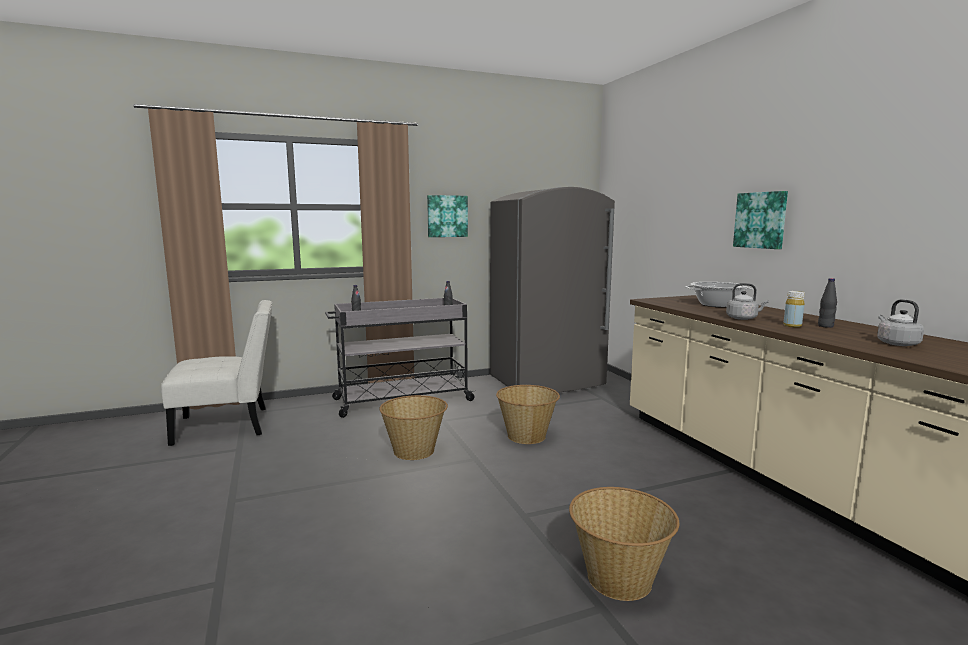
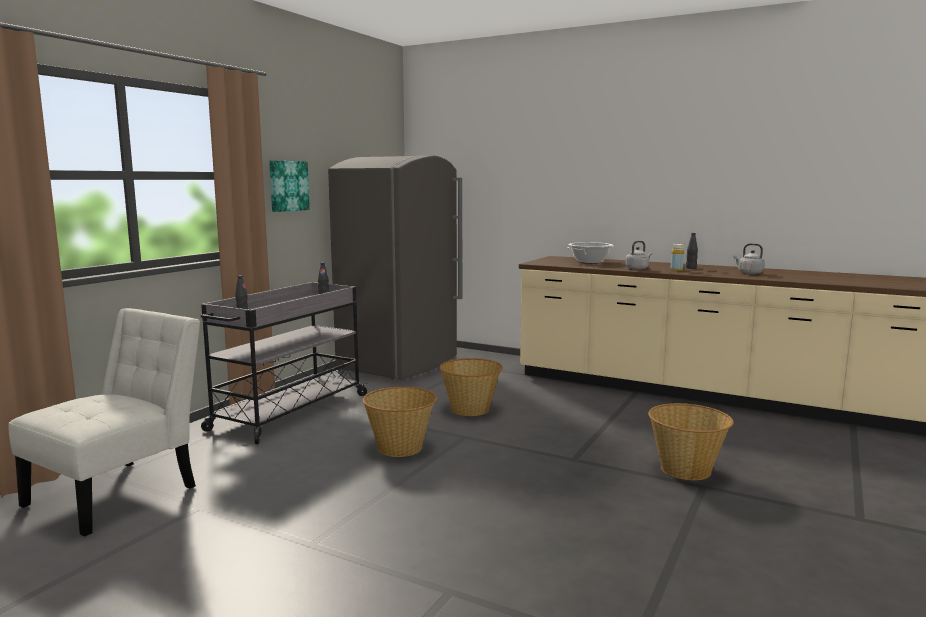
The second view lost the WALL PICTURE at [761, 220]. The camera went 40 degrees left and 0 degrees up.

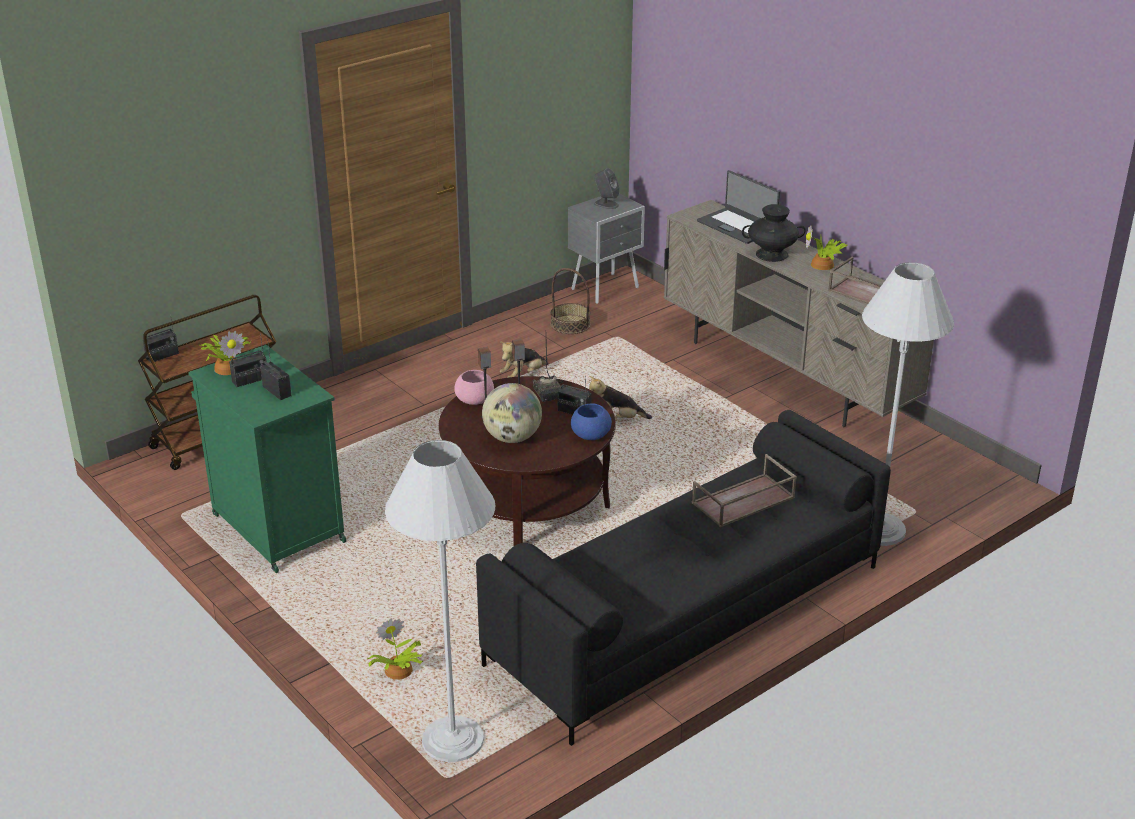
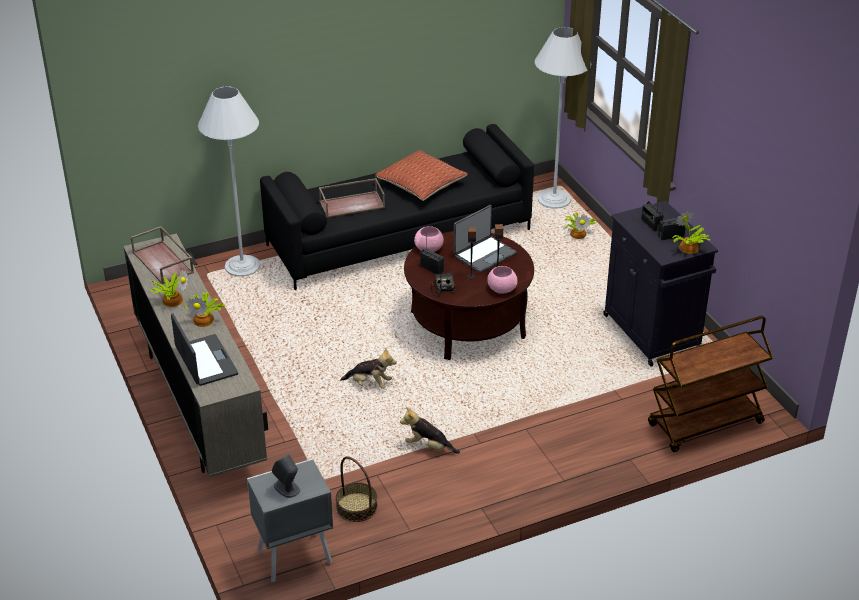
The second view lost the RADIO SET at [162, 356]. The second view gained the CUSHION at [421, 184]. Where the WORLD GLOBE stood at [512, 438], the LAPTOP came to stand at [484, 255]. Where the BLACK VASE stood at [771, 254], the HOUSEPLANT came to stand at [204, 319]. What was the GREEN-COLOURED CABINET at [276, 527] turned into the BLACK CABINET at [652, 334]. What was the BLUE-COLOURED SERVING BOWL at [590, 435] turned into the PINKISH SERVING BOWL at [429, 248]. The PLUSH TOY at [523, 375] ended up facing another way, 135 degrees counterclockwise from before. The camera went 165 degrees left and 5 degrees up.

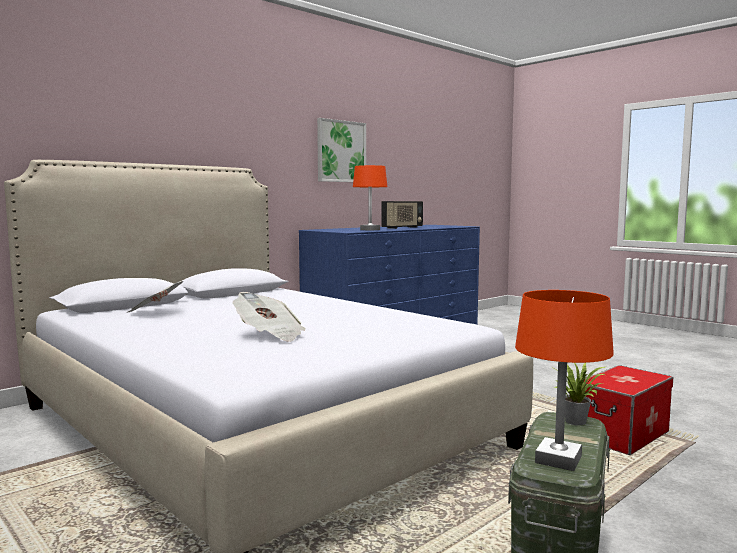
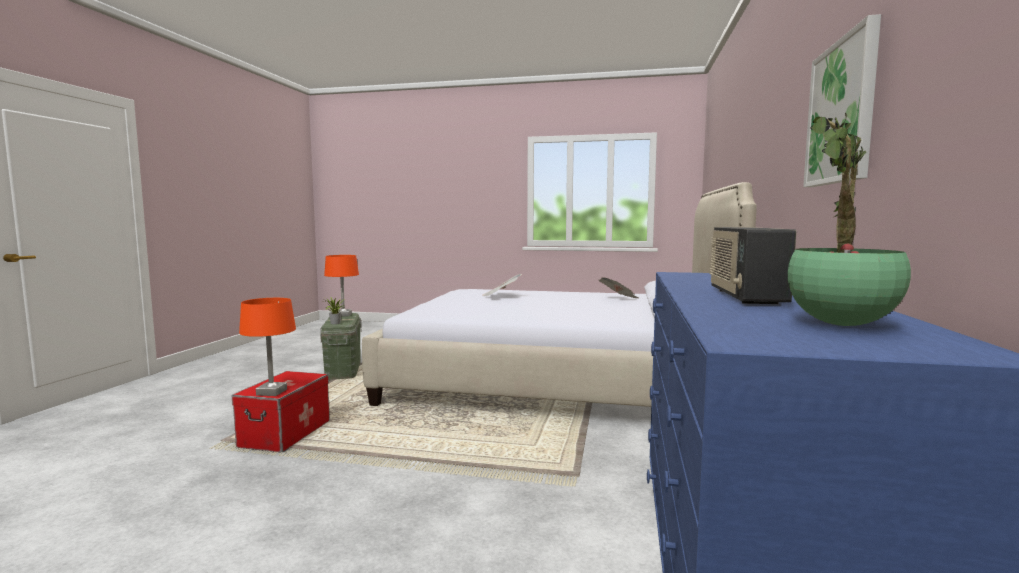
The second view gained the HOUSEPLANT at [841, 325]. The ORANGEY TABLETOP LAMP ended up elsewhere, having gone from [370, 230] to [271, 392]. The camera went 145 degrees right and 0 degrees up.

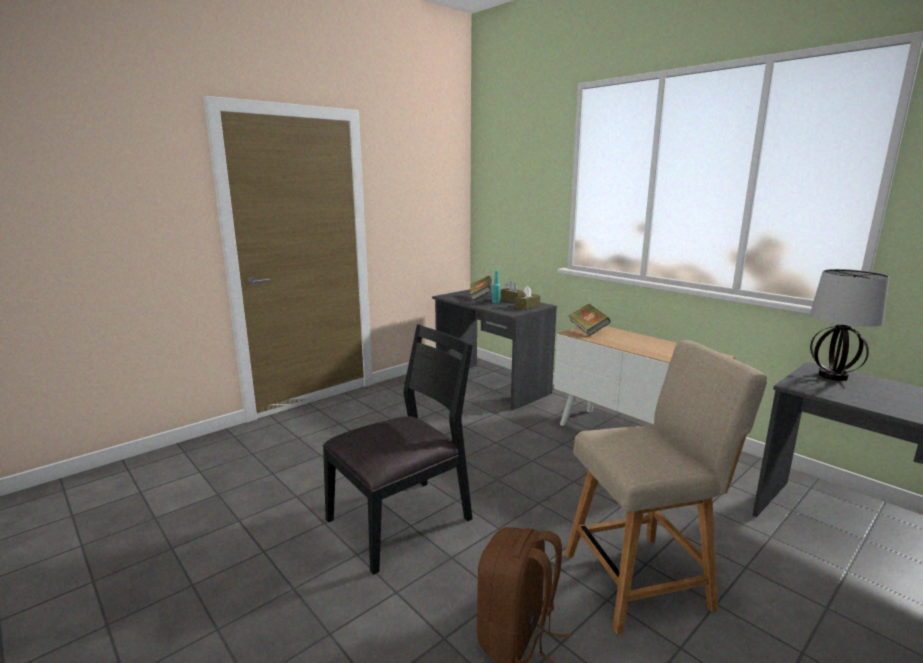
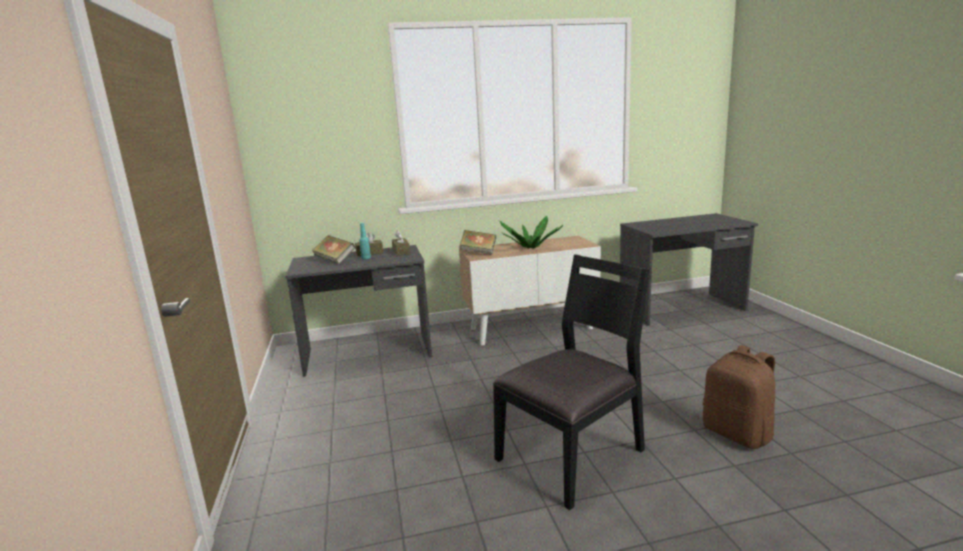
The second view lost the SAND-COLOURED CHAIR at [643, 579]. The second view lost the TABLETOP LAMP at [833, 376]. The second view gained the HOUSEPLANT at [531, 247]. The BLACK CHAIR at [401, 520] ended up facing another way, 60 degrees clockwise from before. The camera went 60 degrees left and 0 degrees up.

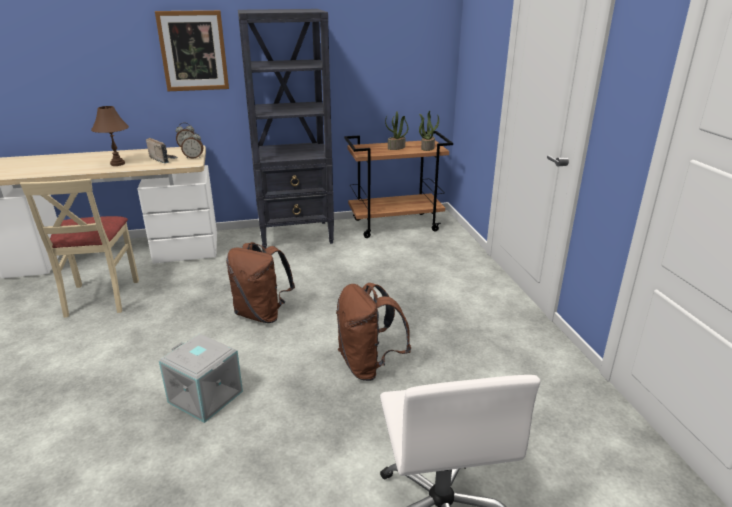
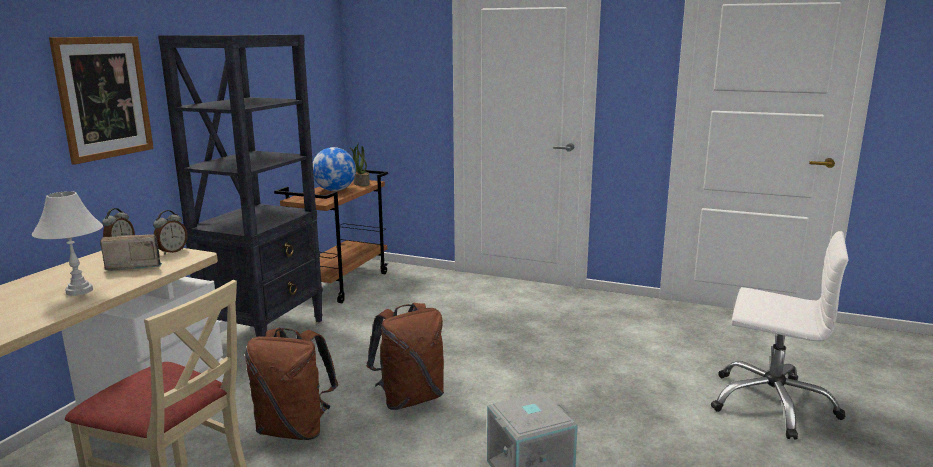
The BROWNISH KNAPSACK ended up elsewhere, having gone from [368, 365] to [295, 429]. Where the HOUSEPLANT stood at [396, 148], the WORLD GLOBE came to stand at [335, 190]. What was the BROWNISH TABLETOP LAMP at [118, 164] turned into the WHITE-COLOURED TABLETOP LAMP at [80, 291]. The camera went 55 degrees left and 10 degrees down.

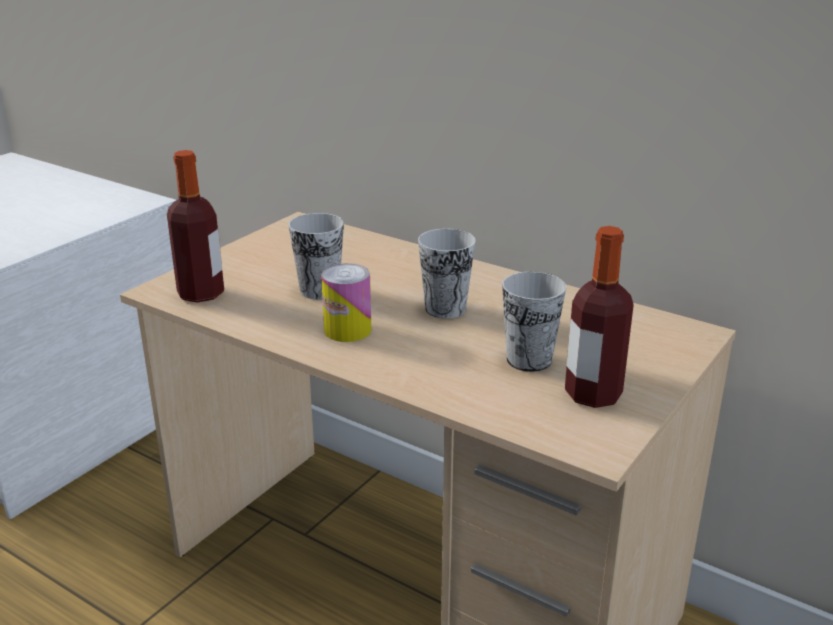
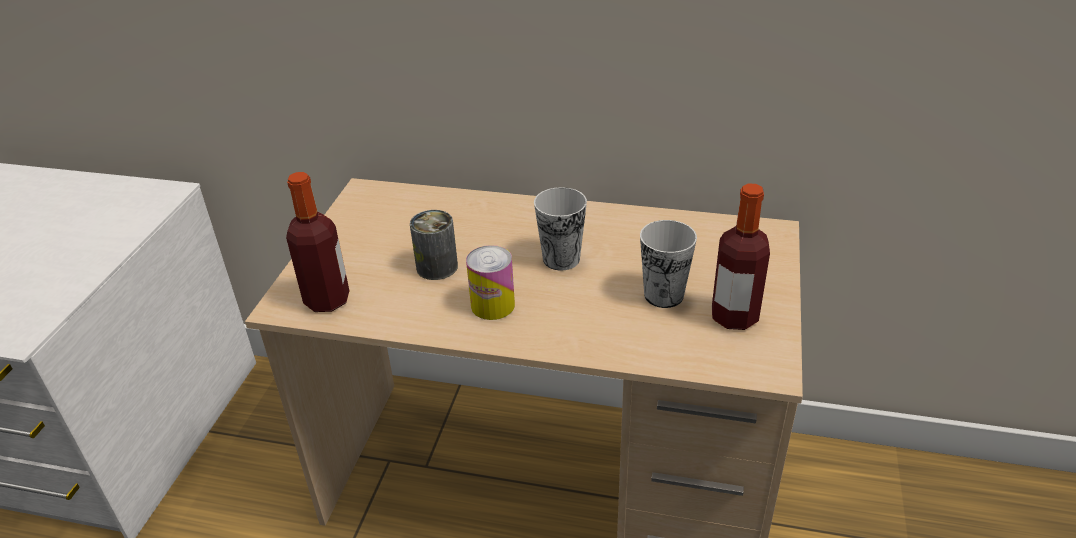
Where the CUP stood at [319, 290], the SEALED CAN came to stand at [437, 267]. The camera went 20 degrees left and 10 degrees up.

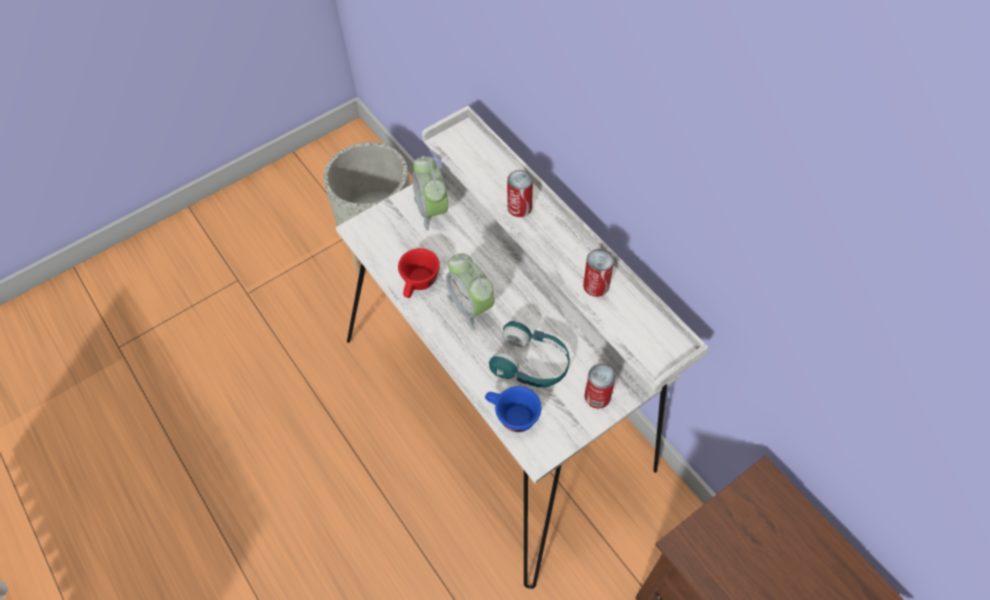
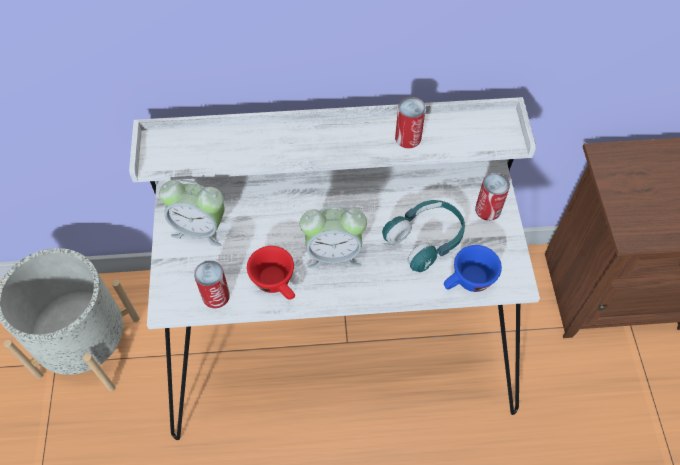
The SEALED CAN ended up elsewhere, having gone from [519, 207] to [216, 296]. The camera went 60 degrees left and 0 degrees up.

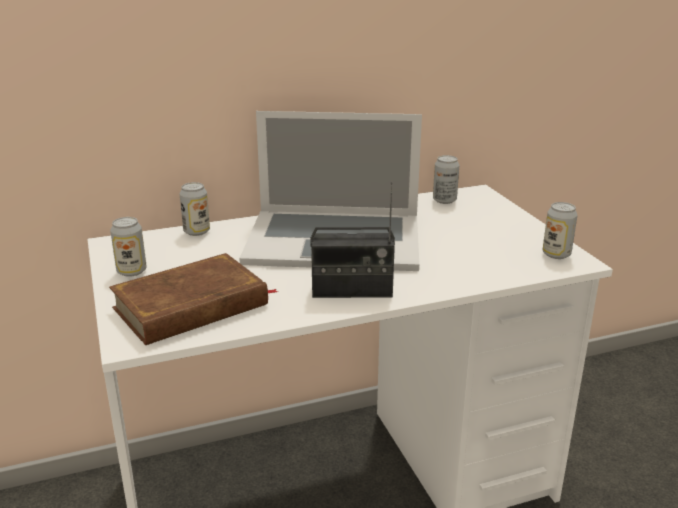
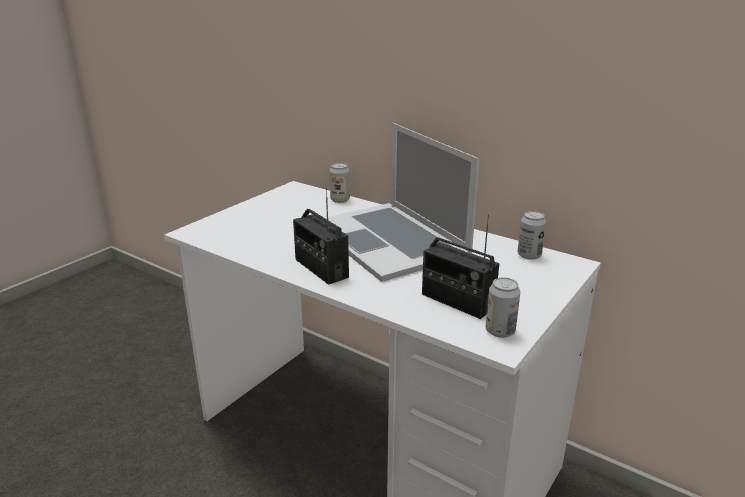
The second view lost the BROWNISH VOLUME at [192, 307]. The second view lost the SEALED CAN at [132, 271]. The second view gained the RADIO SET at [457, 301]. The camera went 55 degrees right and 0 degrees up.

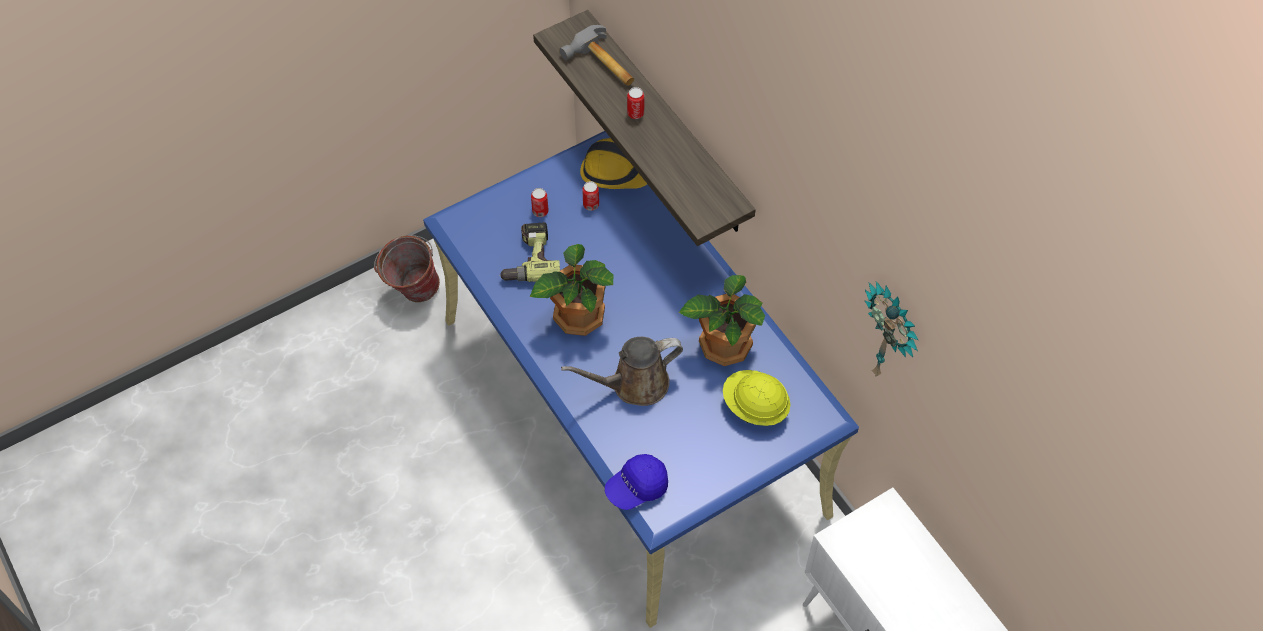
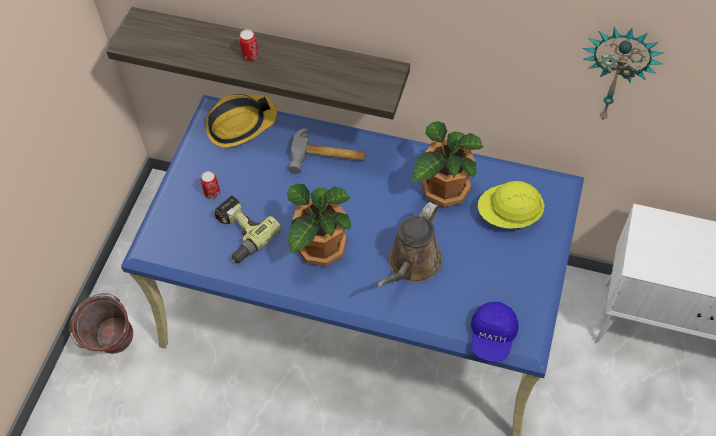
The second view lost the SEALED CAN at [591, 205]. The HAMMER ended up elsewhere, having gone from [602, 65] to [327, 159]. The camera went 40 degrees left and 0 degrees up.

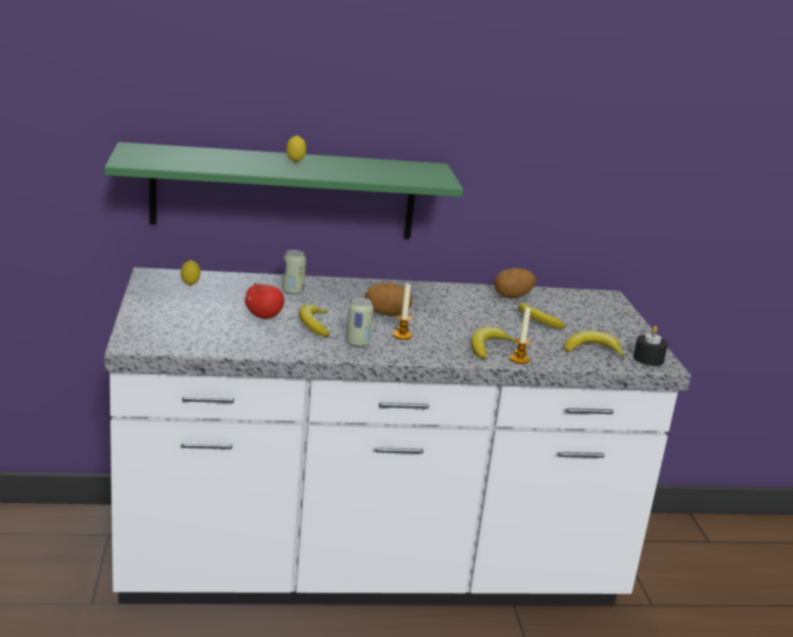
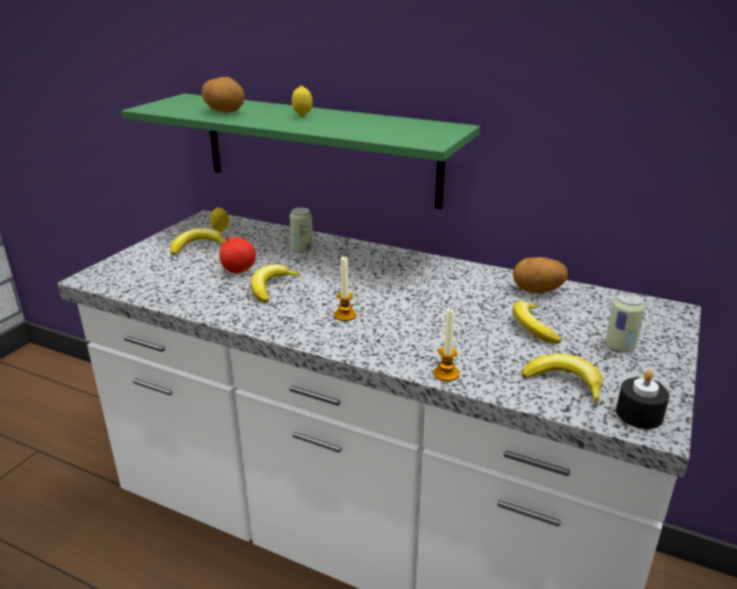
The SEALED CAN ended up elsewhere, having gone from [357, 343] to [620, 346]. The SPUD ended up elsewhere, having gone from [387, 314] to [225, 112]. The BANANA FRUIT ended up elsewhere, having gone from [488, 348] to [198, 247]. The camera went 35 degrees right and 5 degrees up.

